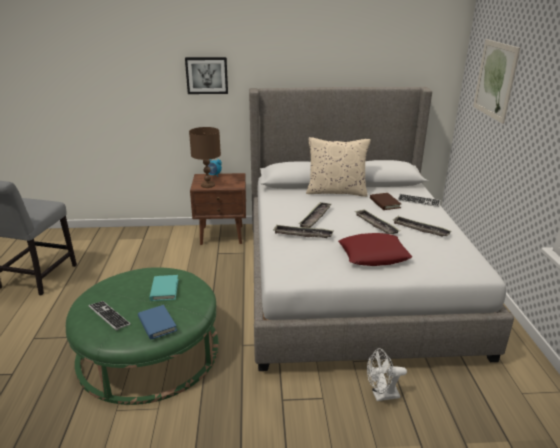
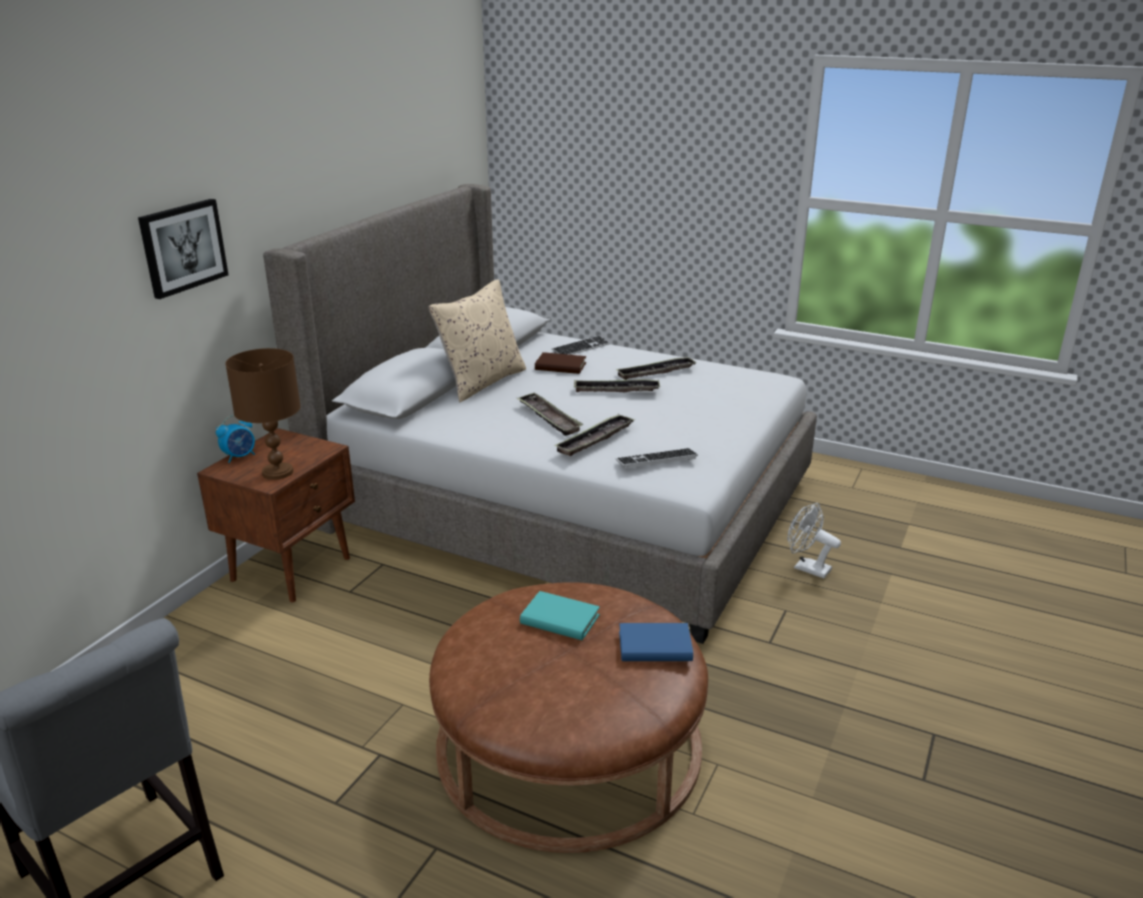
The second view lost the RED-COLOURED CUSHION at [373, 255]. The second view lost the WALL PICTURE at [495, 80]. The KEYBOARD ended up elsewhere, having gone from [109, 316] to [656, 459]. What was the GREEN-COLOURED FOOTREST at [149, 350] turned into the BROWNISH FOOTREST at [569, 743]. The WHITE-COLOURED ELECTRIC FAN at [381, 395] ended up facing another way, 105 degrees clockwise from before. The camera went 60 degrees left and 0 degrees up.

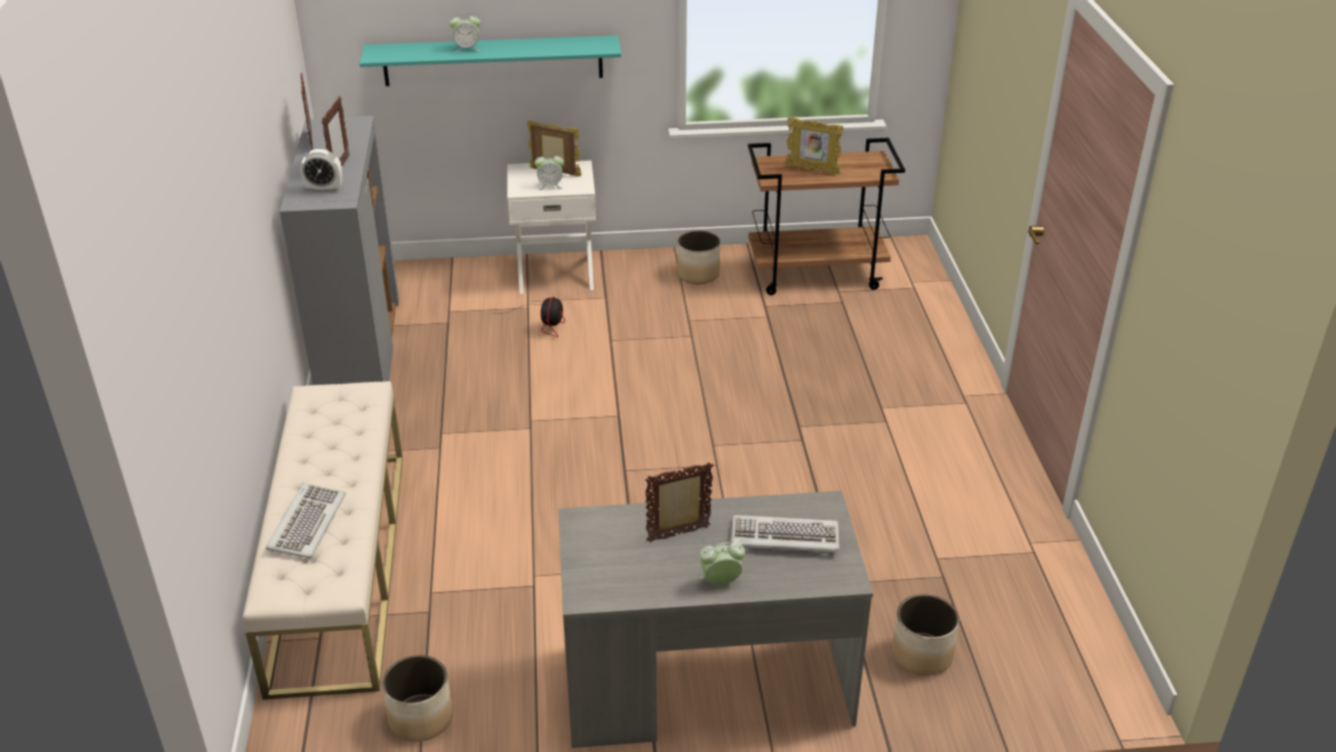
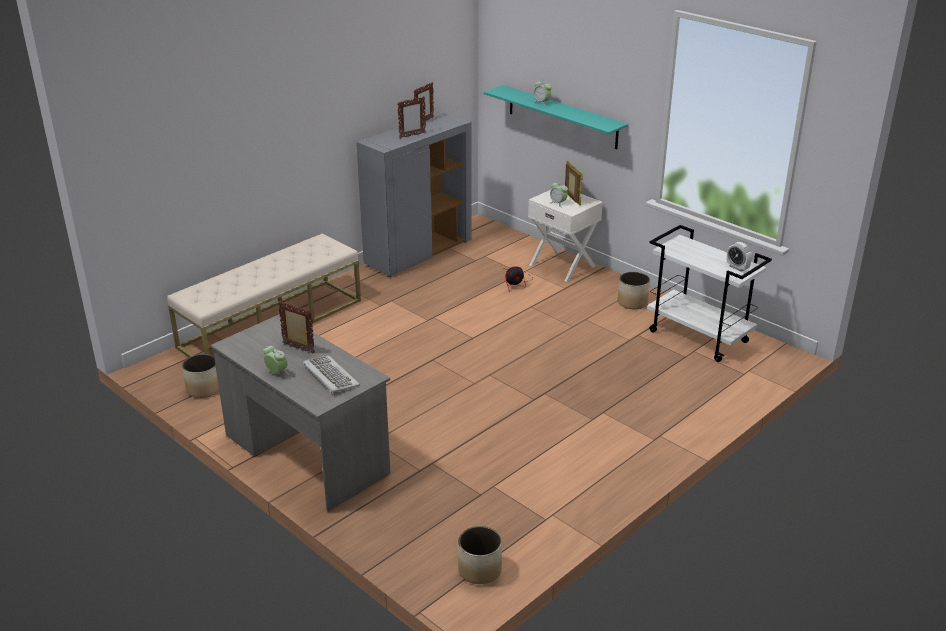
The second view lost the KEYBOARD at [306, 523]. The second view lost the PICTURE FRAME at [812, 170]. The ALARM CLOCK ended up elsewhere, having gone from [324, 189] to [737, 267]. The PLANT POT ended up elsewhere, having gone from [922, 655] to [479, 570]. What was the BROWNISH WHEELED CART at [817, 274] turned into the WHITE-COLOURED WHEELED CART at [699, 337]. The camera went 50 degrees right and 5 degrees down.

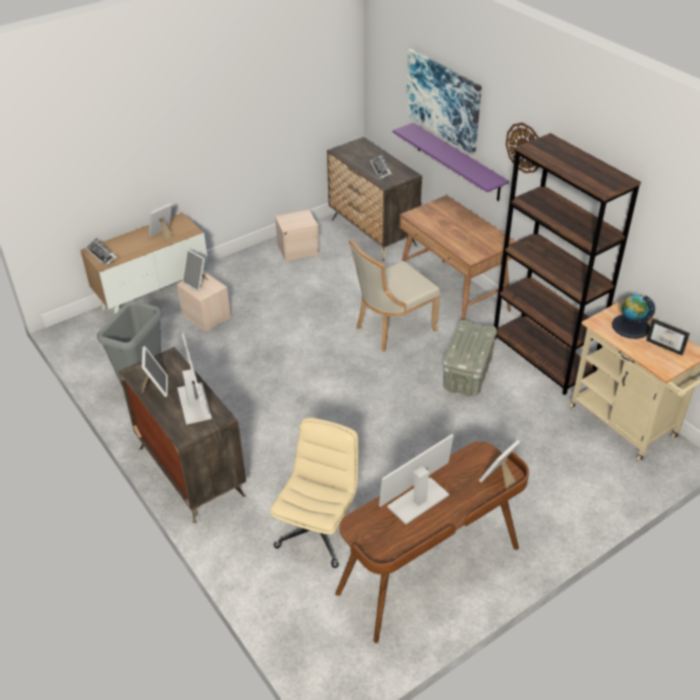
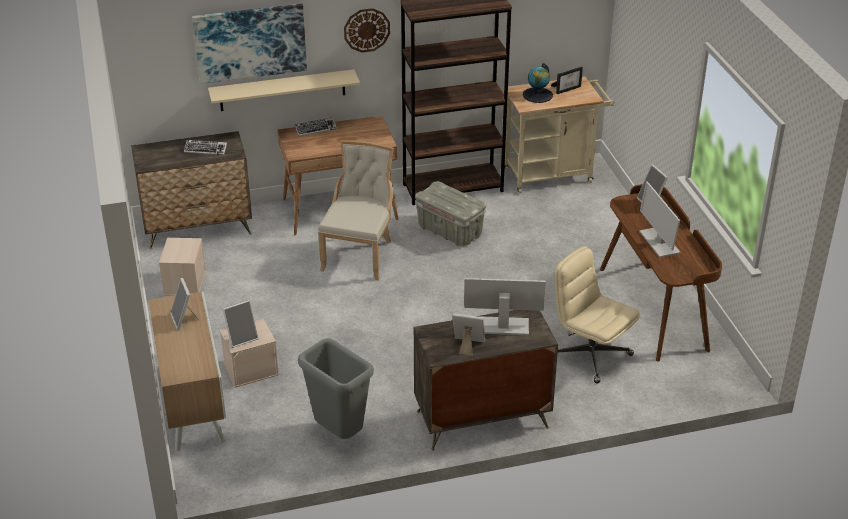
The KEYBOARD ended up elsewhere, having gone from [102, 255] to [315, 129]. What was the PURPLISH BRACKET SHELF at [458, 162] turned into the SAND-COLOURED BRACKET SHELF at [282, 90]. The SAND-COLOURED CHAIR at [392, 328] ended up facing another way, 150 degrees counterclockwise from before. The camera went 70 degrees left and 5 degrees down.

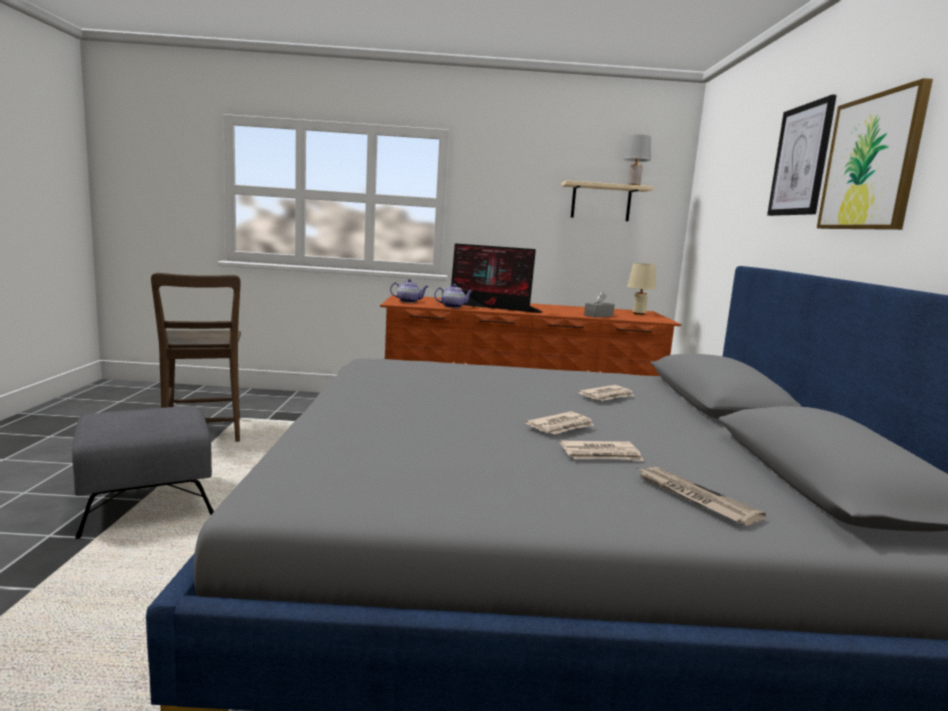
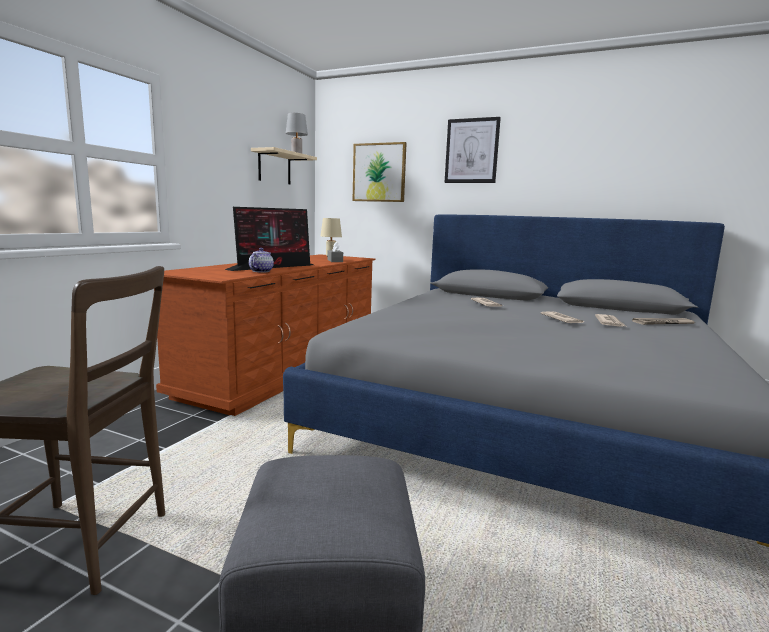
The second view lost the POT FOR TEA at [409, 301]. The WALL PICTURE ended up elsewhere, having gone from [871, 163] to [379, 172]. The camera went 65 degrees left and 0 degrees up.

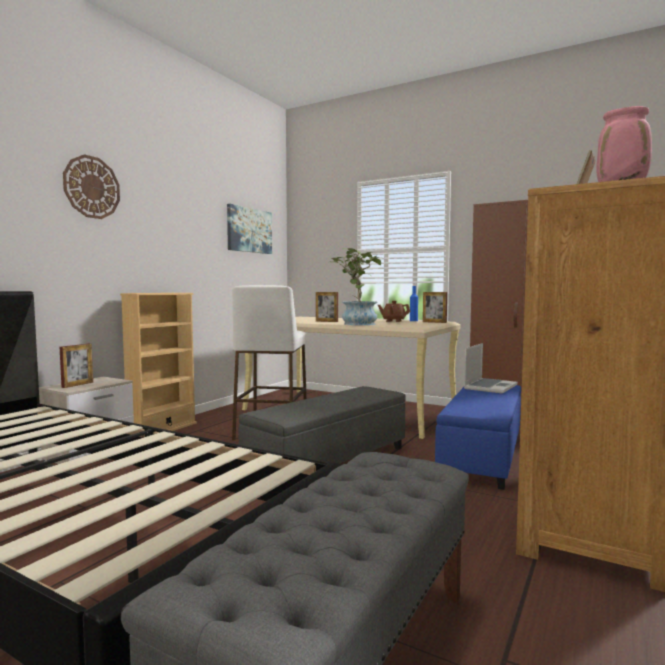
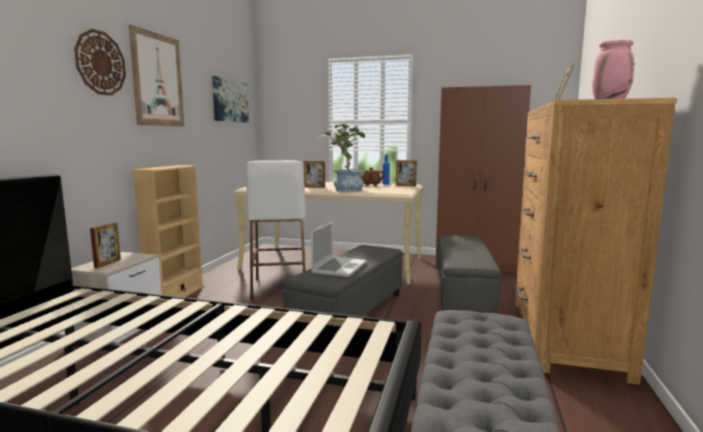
The second view gained the WALL PICTURE at [158, 80]. The LAPTOP ended up elsewhere, having gone from [490, 387] to [339, 268]. What was the BLUE-COLOURED FOOTREST at [481, 455] turned into the GREYISH FOOTREST at [462, 294]. The camera went 15 degrees left and 5 degrees up.

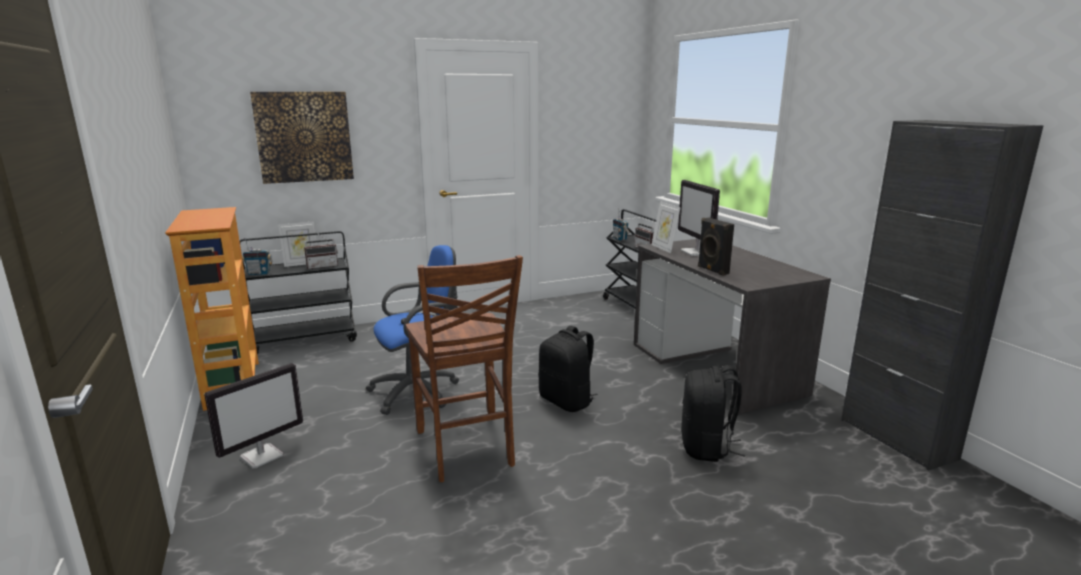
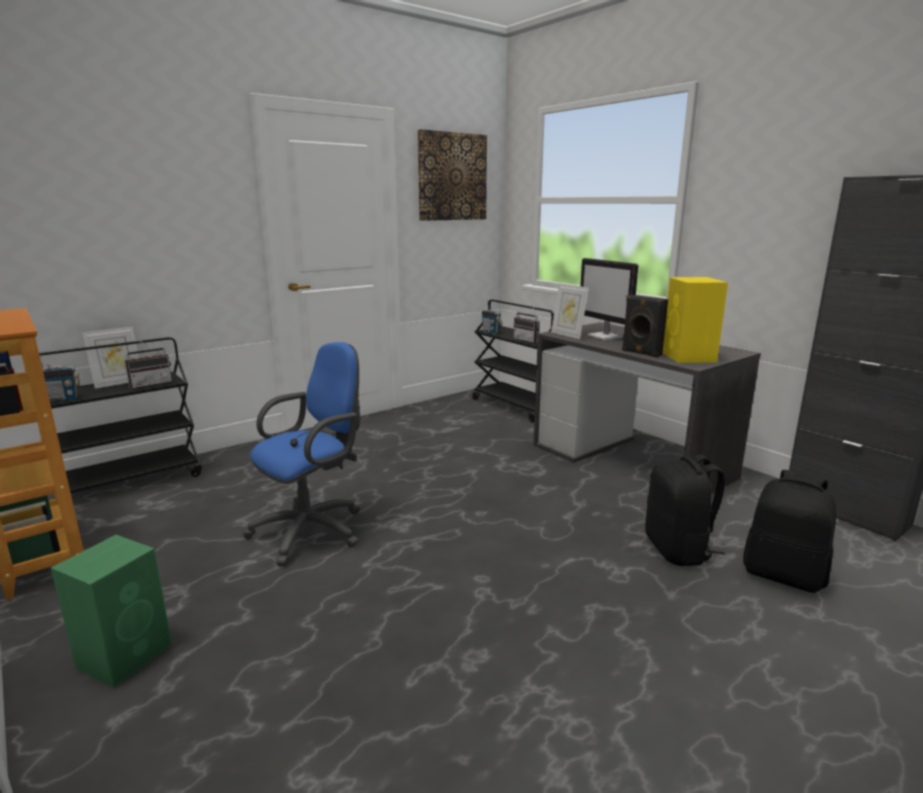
The second view lost the BROWNISH CHAIR at [466, 449]. The second view gained the YELLOW-COLOURED AUDIO SPEAKER at [689, 357]. The WALL PICTURE ended up elsewhere, having gone from [304, 137] to [452, 177]. The BLACK KNAPSACK ended up elsewhere, having gone from [567, 401] to [783, 575]. Where the COMPUTER SCREEN stood at [262, 456], the GREEN-COLOURED AUDIO SPEAKER came to stand at [127, 654]. The camera went 15 degrees left and 0 degrees up.

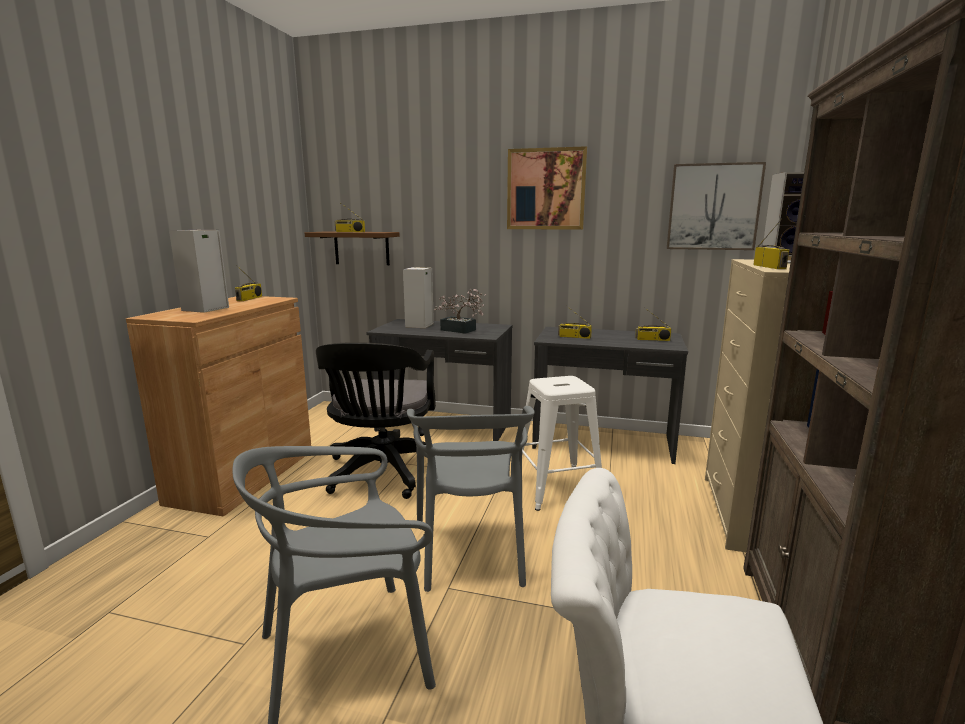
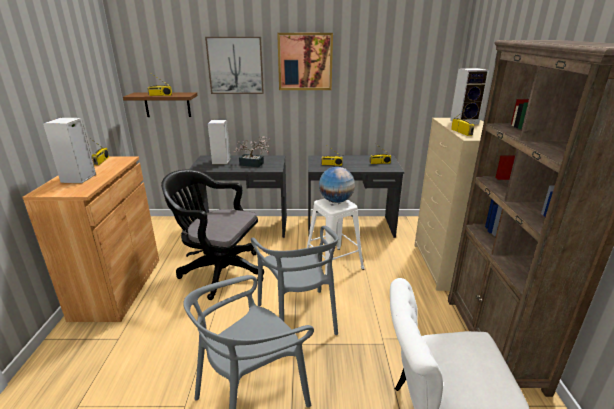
The second view gained the WORLD GLOBE at [336, 201]. The WALL PICTURE ended up elsewhere, having gone from [713, 207] to [235, 65]. The BLACK COMPUTER CHAIR at [383, 474] ended up facing another way, 120 degrees clockwise from before. The camera went 15 degrees left and 10 degrees up.

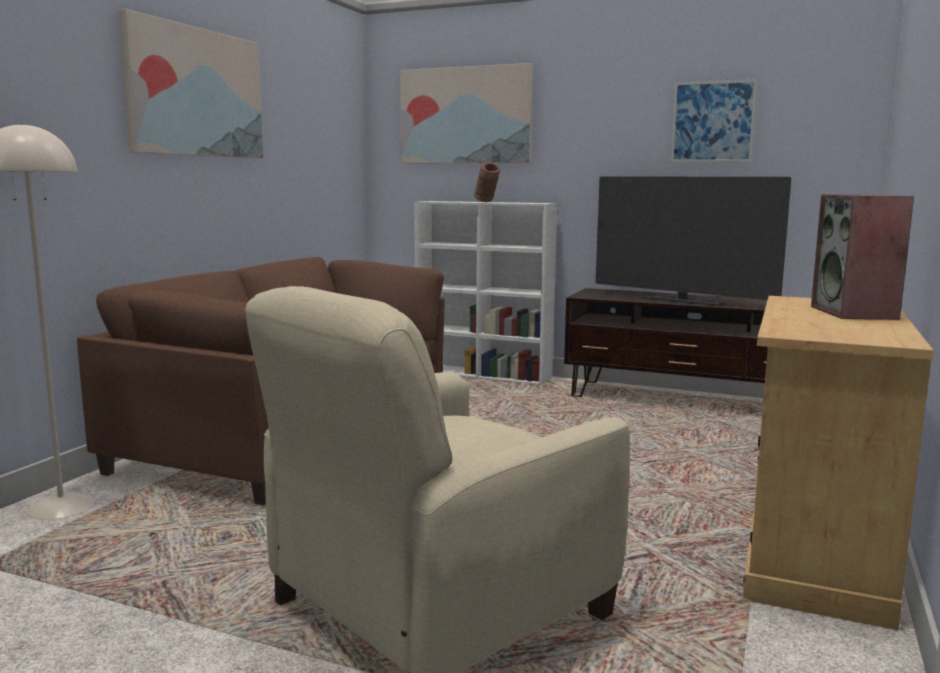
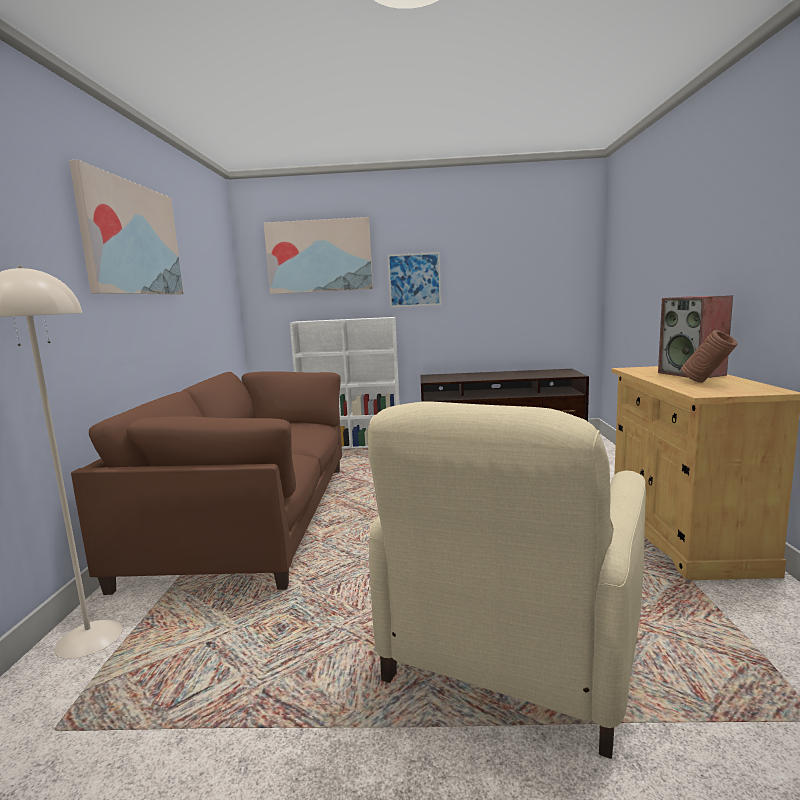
The second view lost the TV SET at [681, 301]. The BROWNISH VASE ended up elsewhere, having gone from [486, 202] to [706, 383]. The WALL PICTURE ended up elsewhere, having gone from [713, 121] to [414, 280]. The camera went 20 degrees left and 0 degrees up.

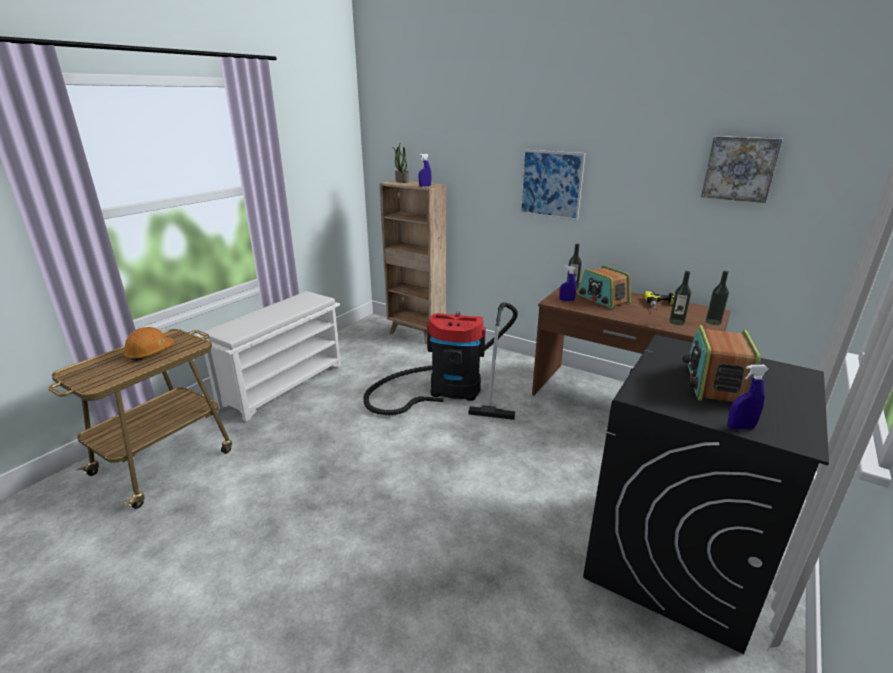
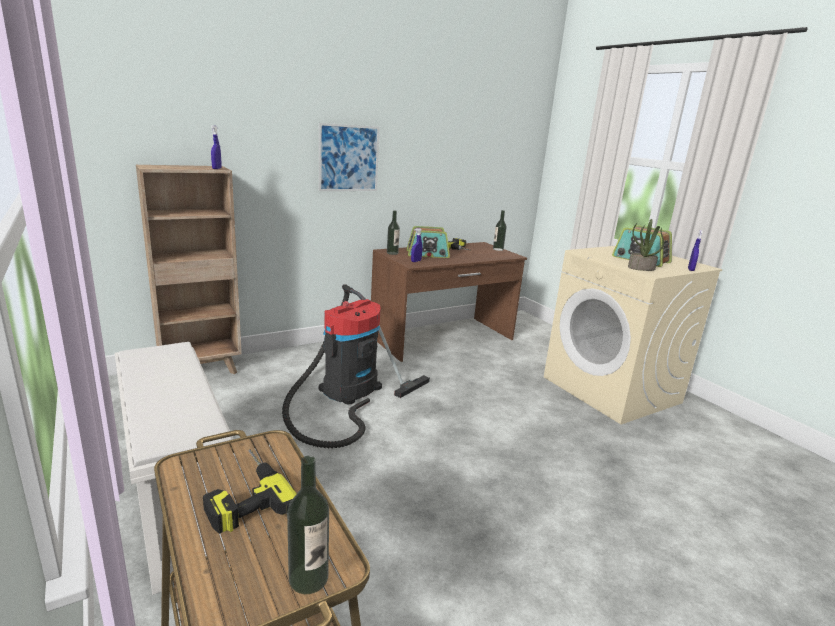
The second view lost the WALL PICTURE at [740, 168]. The HOUSEPLANT ended up elsewhere, having gone from [402, 181] to [641, 268]. The BOTTLE ended up elsewhere, having gone from [676, 322] to [308, 578]. Where the ORANGEY SAFETY HELMET stood at [150, 352], the DRILL came to stand at [242, 494]. What was the BLACK LAUNDRY APPLIANCE at [674, 558] turned into the SAND-COLOURED LAUNDRY APPLIANCE at [612, 390]. The camera went 65 degrees left and 5 degrees down.

